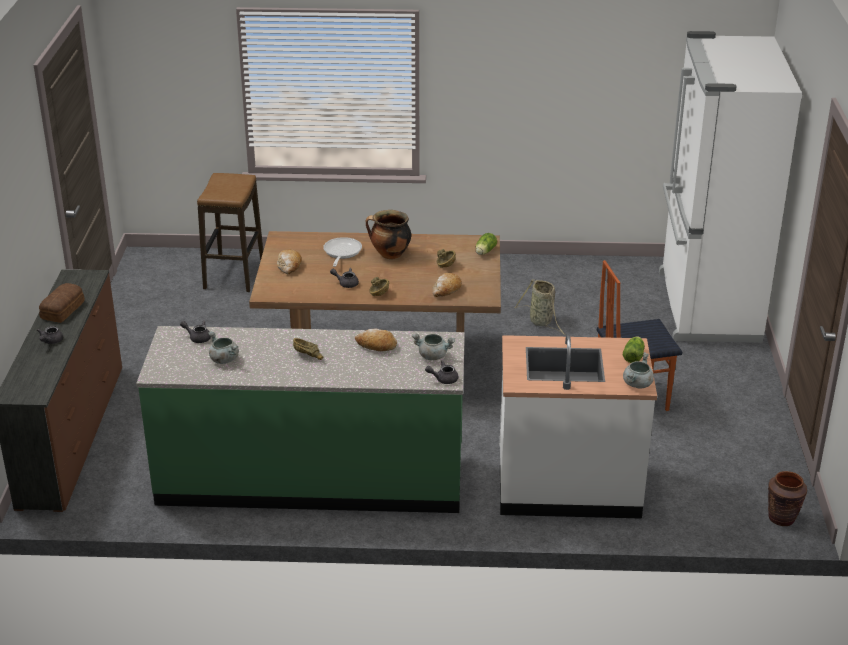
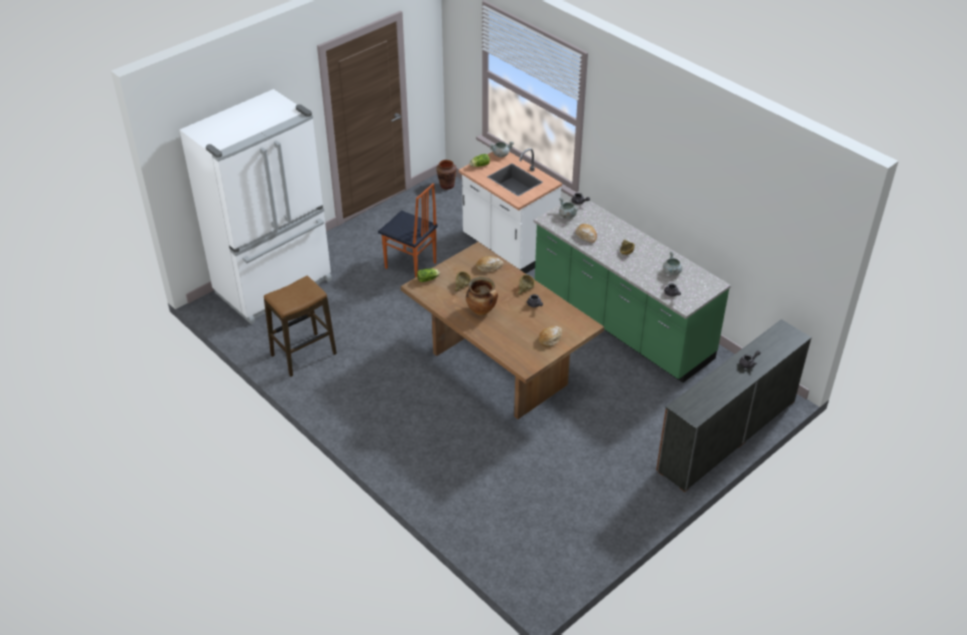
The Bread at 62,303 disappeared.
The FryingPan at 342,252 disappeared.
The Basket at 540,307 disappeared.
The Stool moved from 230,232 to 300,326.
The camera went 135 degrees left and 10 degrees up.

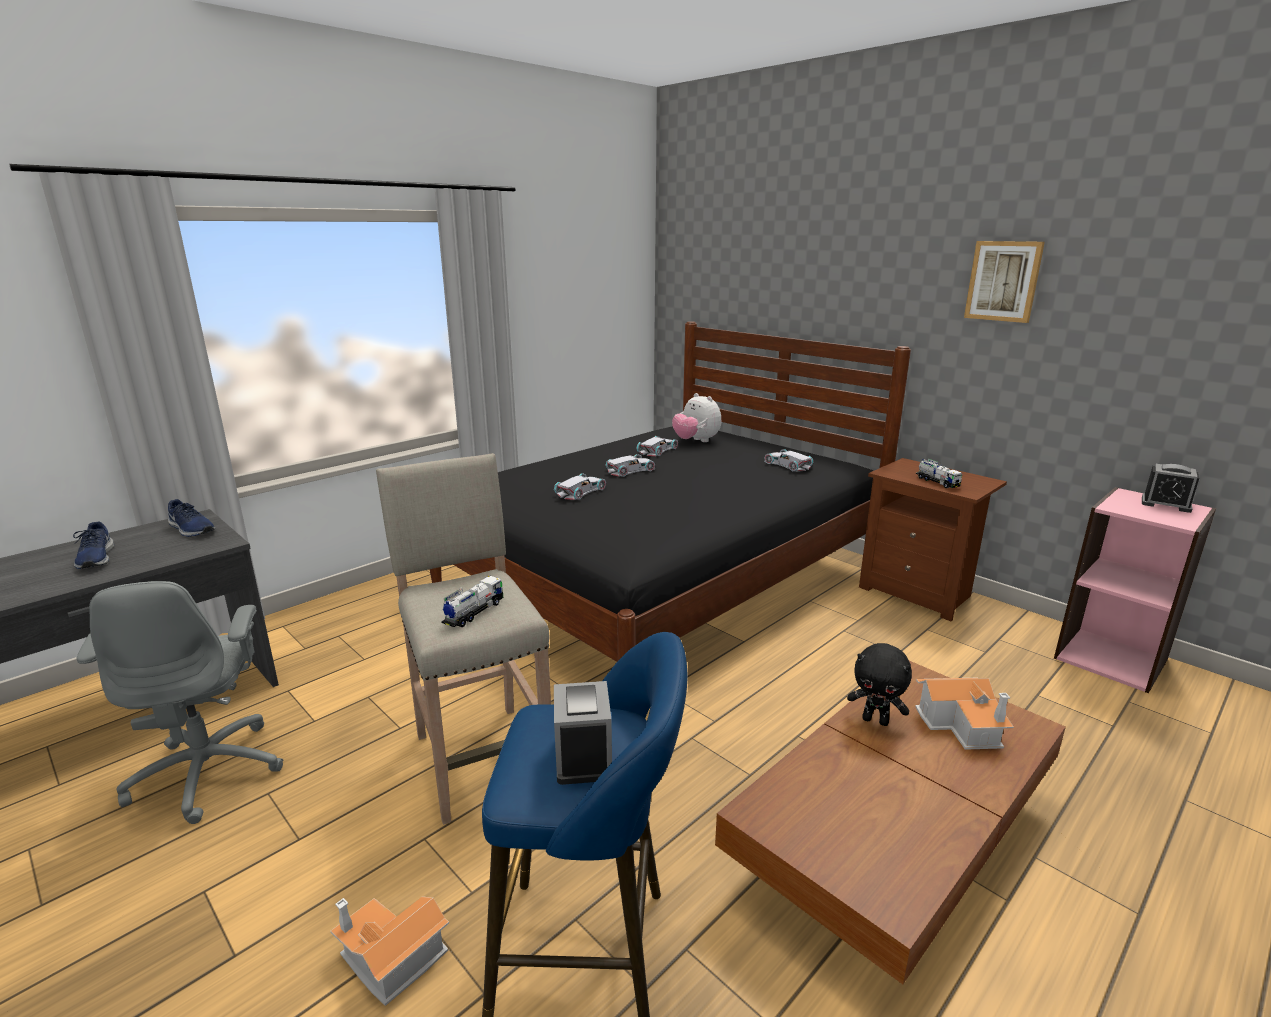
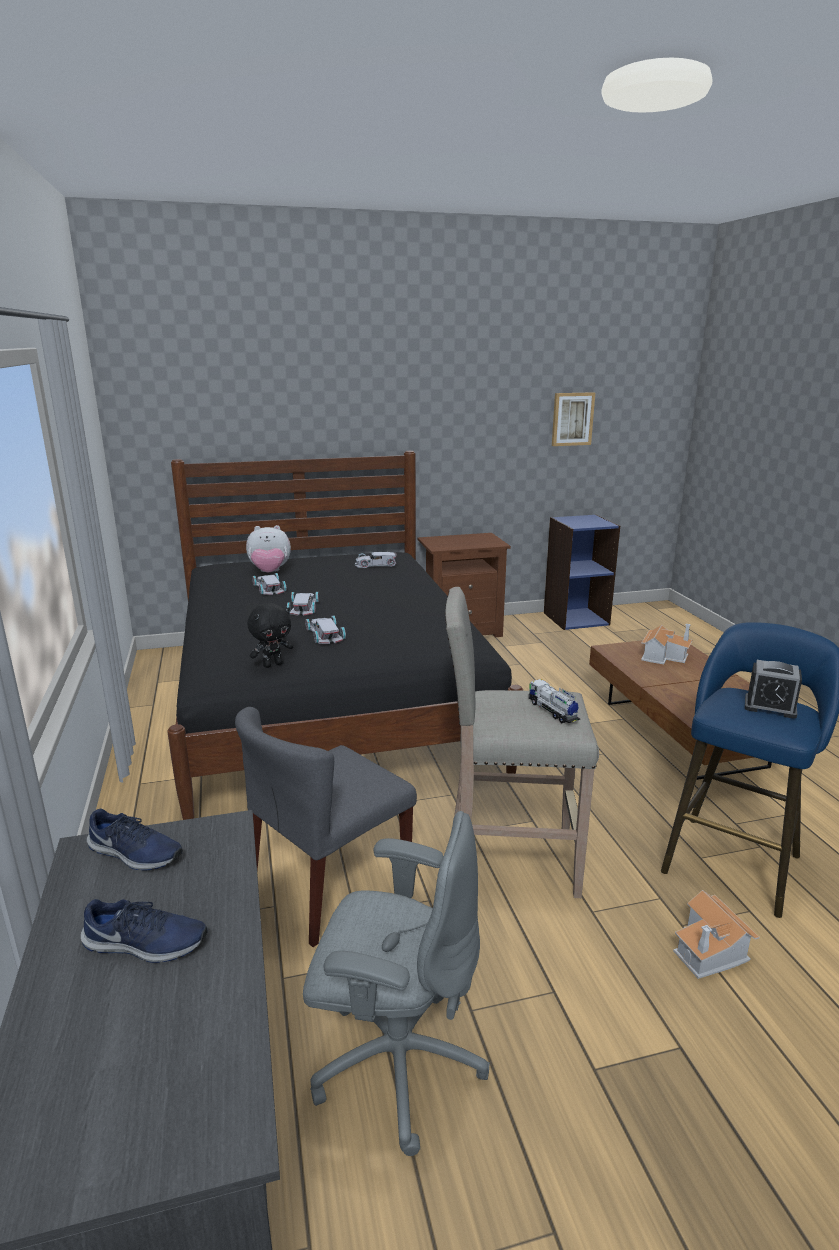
The ToyTruck at 939,473 disappeared.
The AlarmClock at 1170,488 disappeared.
The GreyChair at 326,827 appeared.
The BlackPlushToy moved from 879,684 to 270,635.
The Picture moved from 1004,282 to 573,419.
The PinkBookcase at 1135,590 became the BlueBookcase at 582,572.
The BlueShoe at 191,518 turned 45 degrees clockwise.
The camera went 60 degrees left and 0 degrees up.

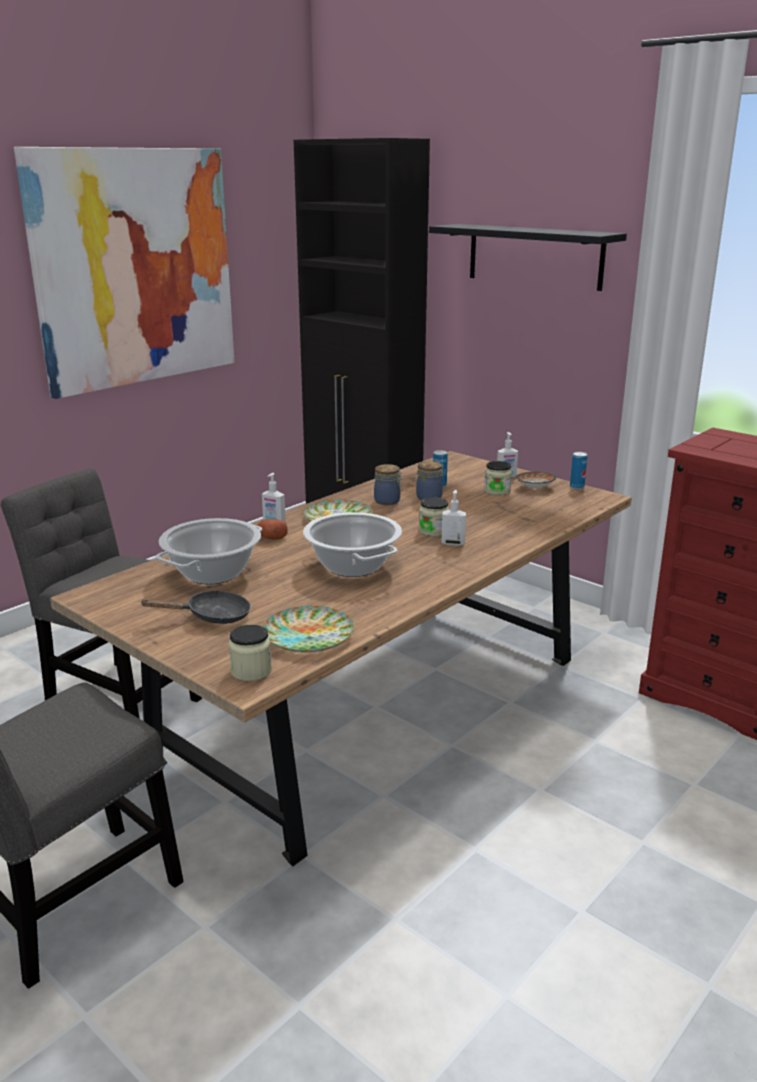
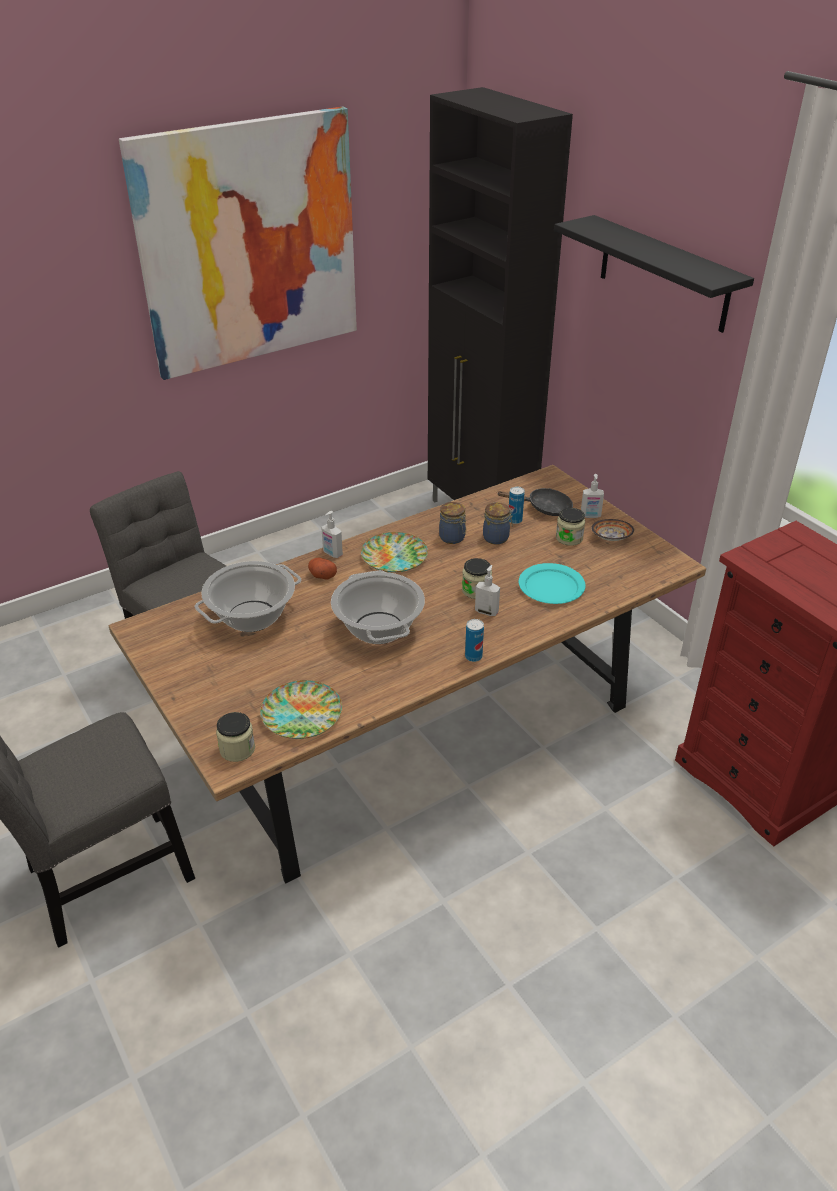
The TurquoisePlate at 552,583 appeared.
The BlackFryingPan moved from 195,607 to 534,502.
The Can moved from 578,470 to 474,640.
The camera went 15 degrees right and 15 degrees up.

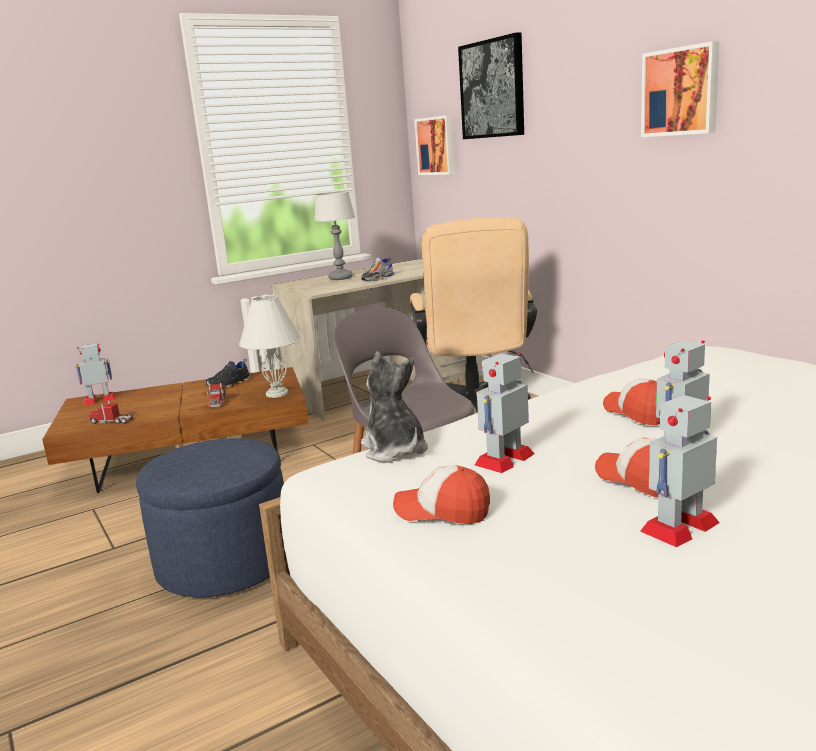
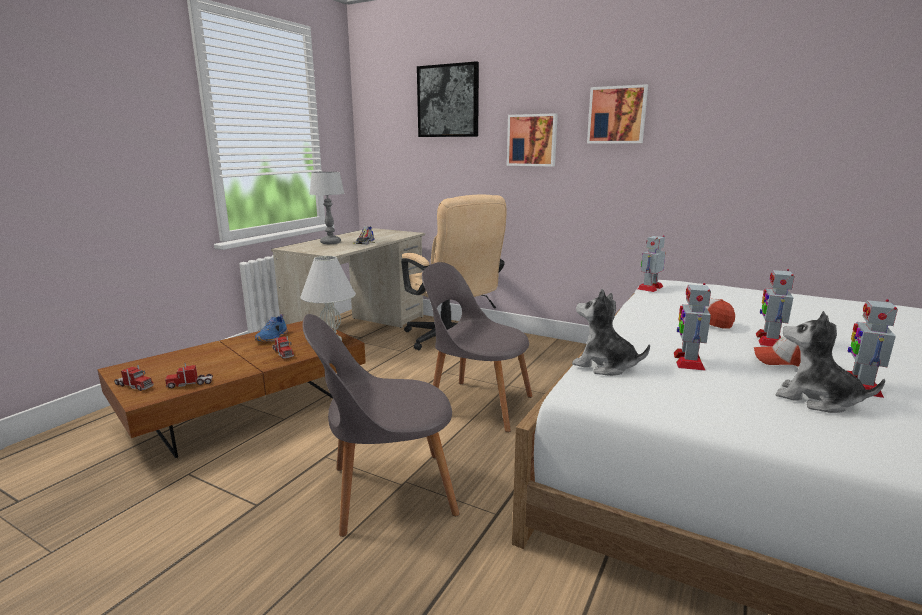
The Cap at 441,494 disappeared.
The ToyTruck at 134,378 appeared.
The PlushToy at 830,362 appeared.
The ToyRobot moved from 95,374 to 651,263.
The Picture moved from 434,145 to 532,140.
The BlueOttoman at 210,517 was replaced by the GreyChair at 381,425.
The BlackShoe at 228,373 became the BlueShoe at 271,328.
The camera went 30 degrees left and 0 degrees up.

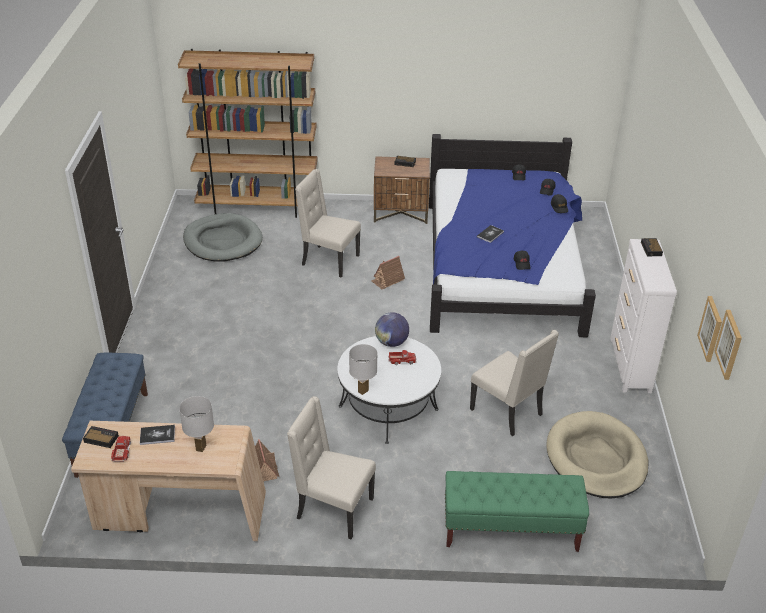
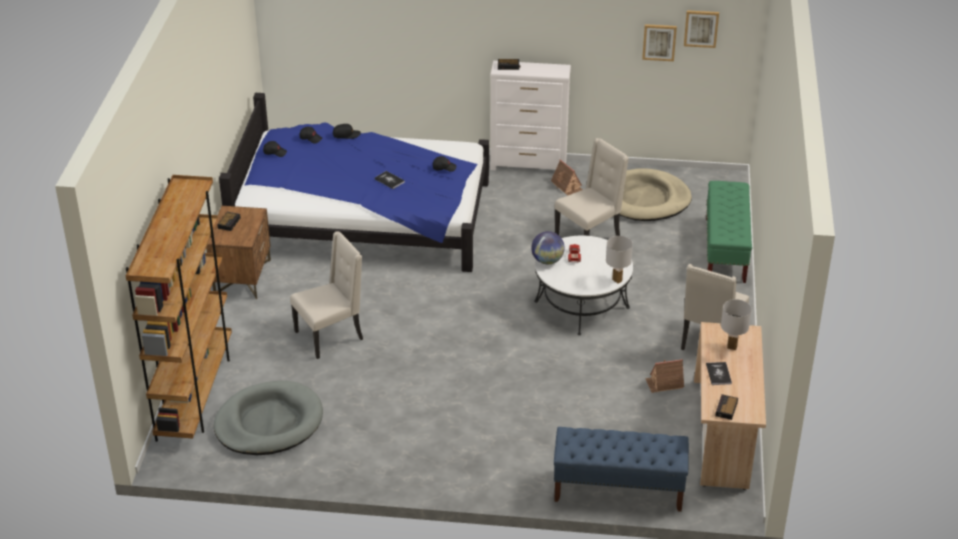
The ToyTruck at 121,449 disappeared.
The ToyHouse moved from 388,272 to 567,177.
The BeigeChair at 328,223 turned 150 degrees counterclockwise.
The camera went 85 degrees left and 0 degrees up.

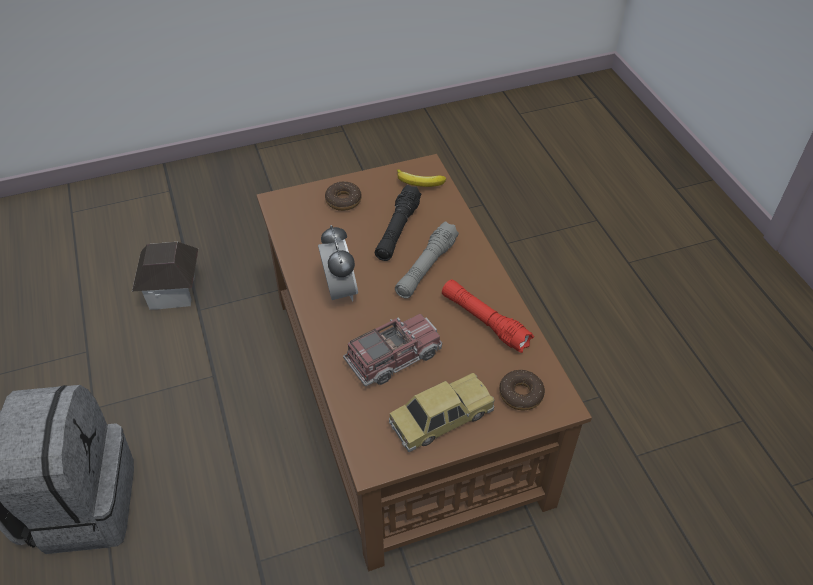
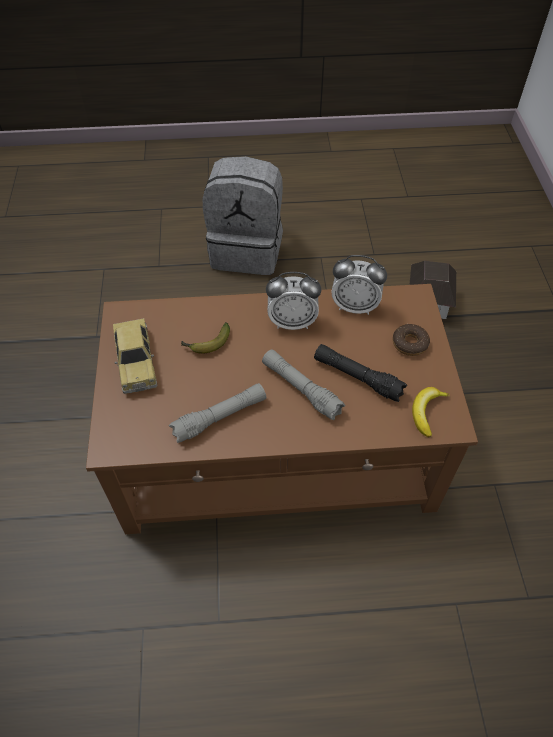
The Donut at 522,390 disappeared.
The AlarmClock at 359,285 appeared.
The ToyTruck at 392,350 was replaced by the Banana at 205,337.
The RedFlashlight at 488,316 became the GreyFlashlight at 217,413.
The camera went 105 degrees right and 5 degrees up.

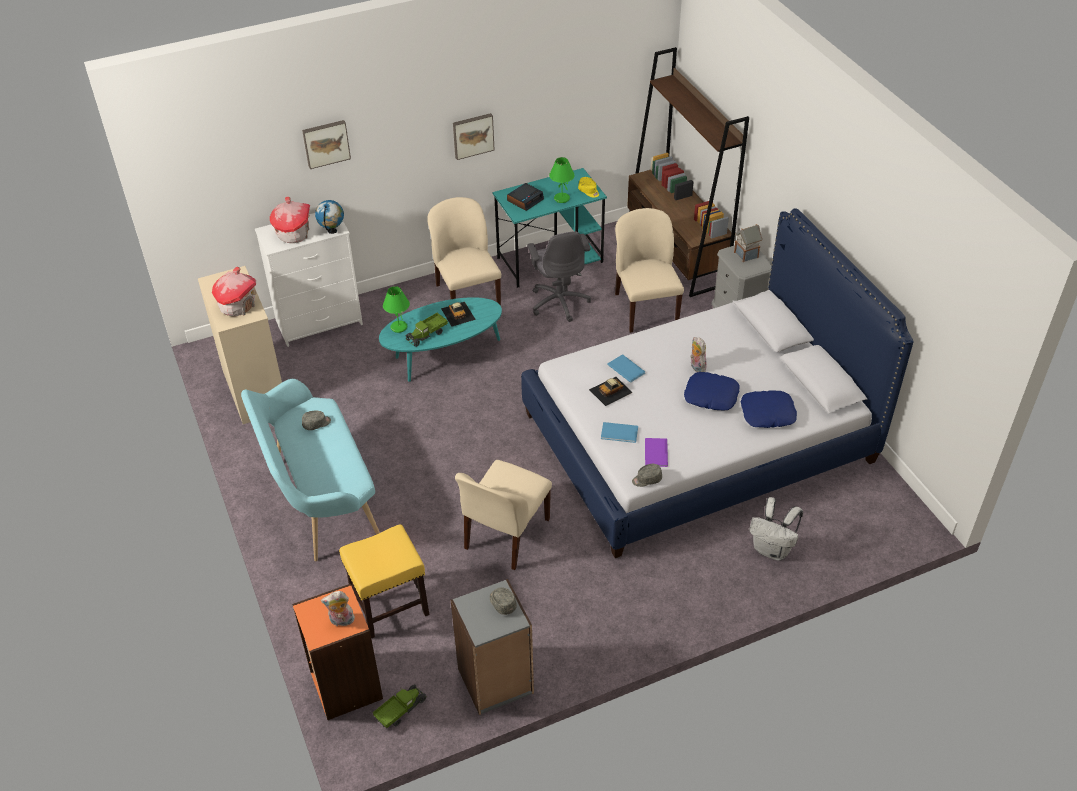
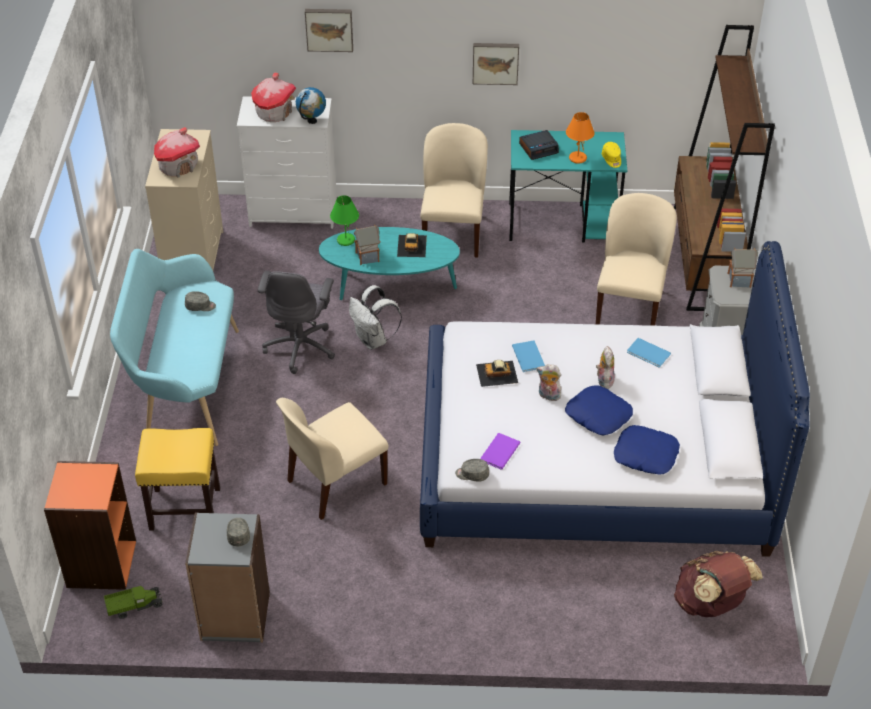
The BrownBackpack at 718,584 appeared.
The PlushToy moved from 338,608 to 549,382.
The GreyOfficeChair moved from 559,276 to 296,322.
The BlueBook moved from 619,432 to 649,352.
The WhiteBackpack moved from 776,529 to 375,317.
The ToyTruck at 427,330 was replaced by the ToyHouse at 367,245.
The GreenTableLamp at 562,180 became the OrangeTableLamp at 580,138.
The camera went 25 degrees right and 0 degrees up.

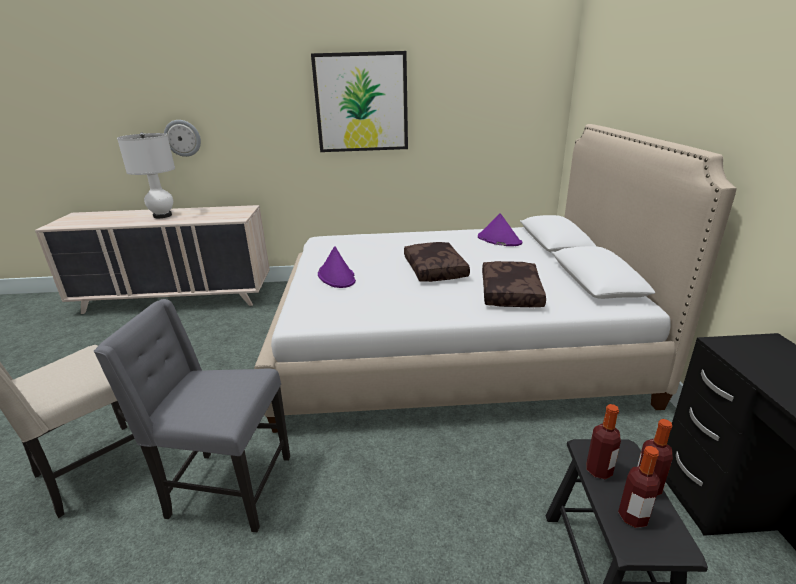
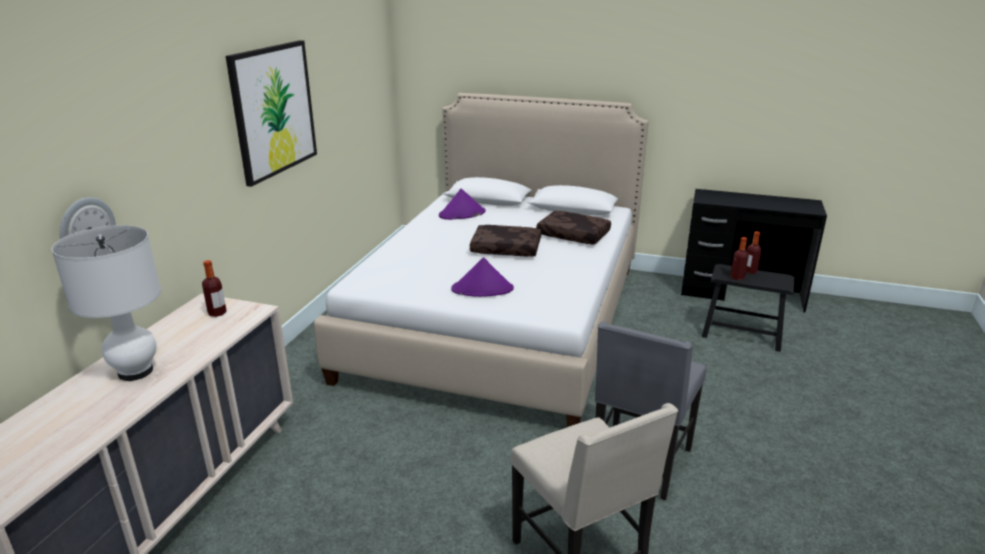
The Bottle moved from 639,487 to 214,288.
The camera went 70 degrees left and 0 degrees up.

